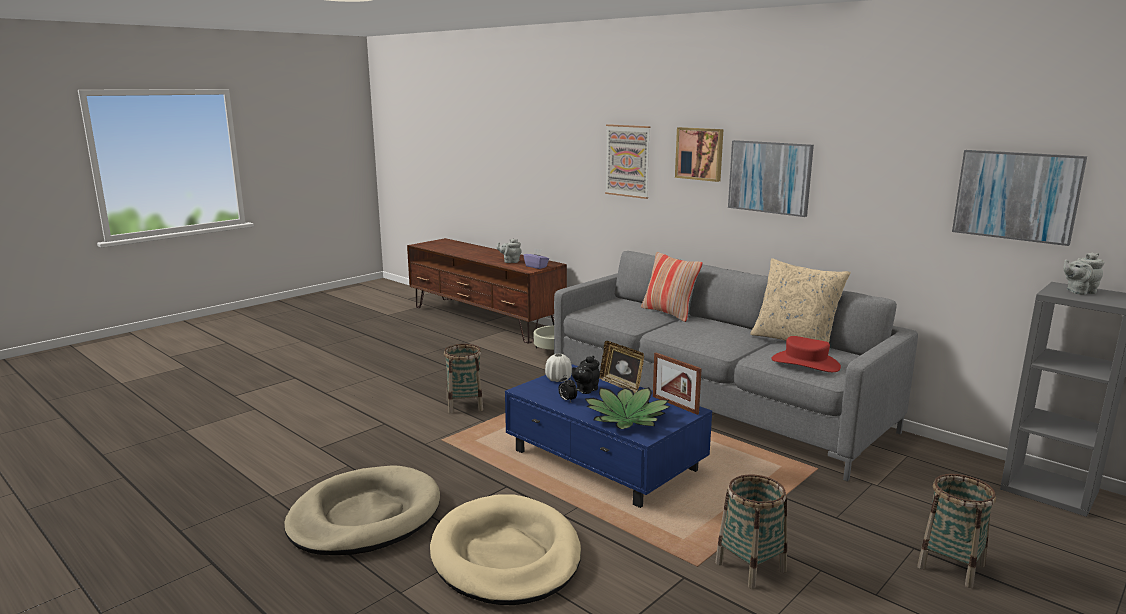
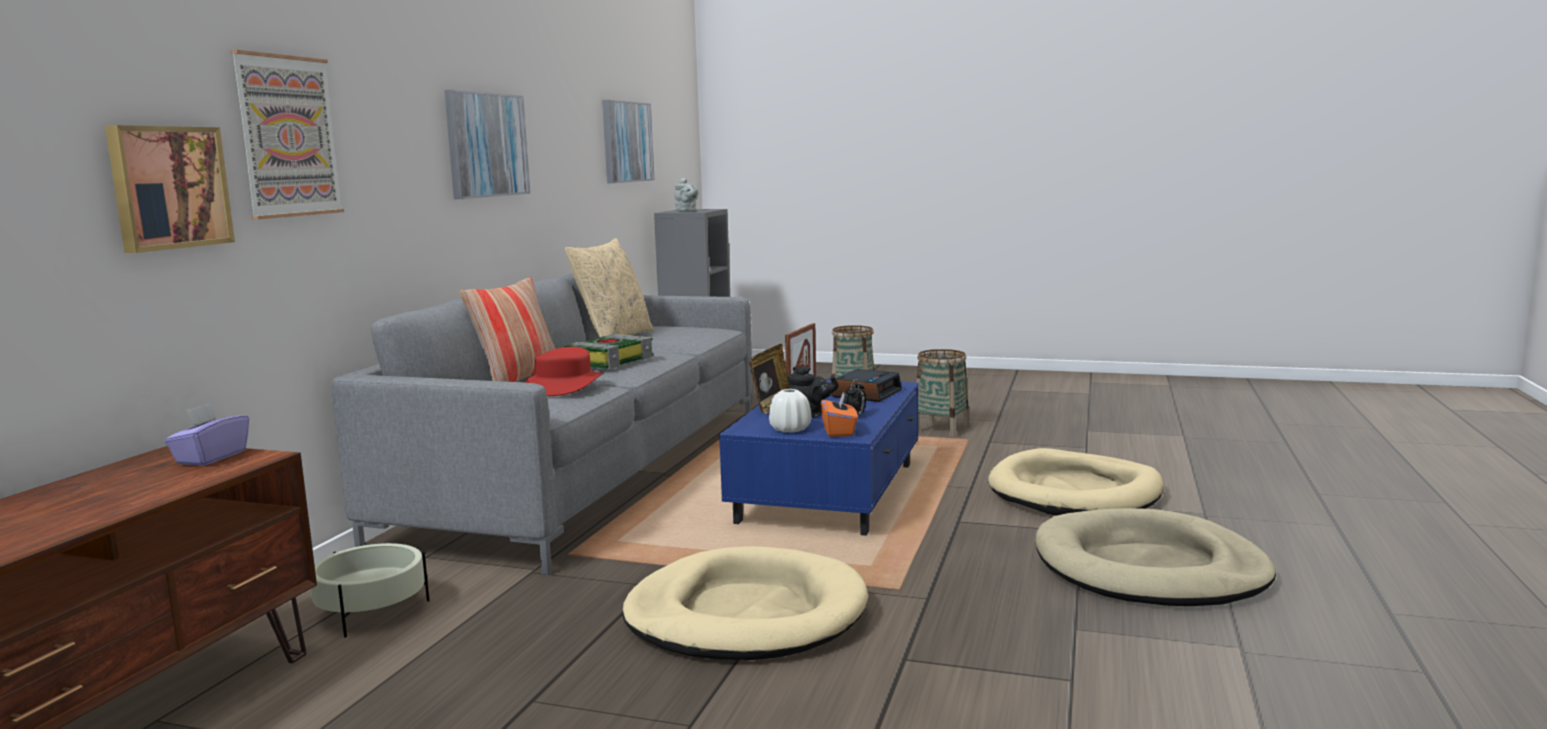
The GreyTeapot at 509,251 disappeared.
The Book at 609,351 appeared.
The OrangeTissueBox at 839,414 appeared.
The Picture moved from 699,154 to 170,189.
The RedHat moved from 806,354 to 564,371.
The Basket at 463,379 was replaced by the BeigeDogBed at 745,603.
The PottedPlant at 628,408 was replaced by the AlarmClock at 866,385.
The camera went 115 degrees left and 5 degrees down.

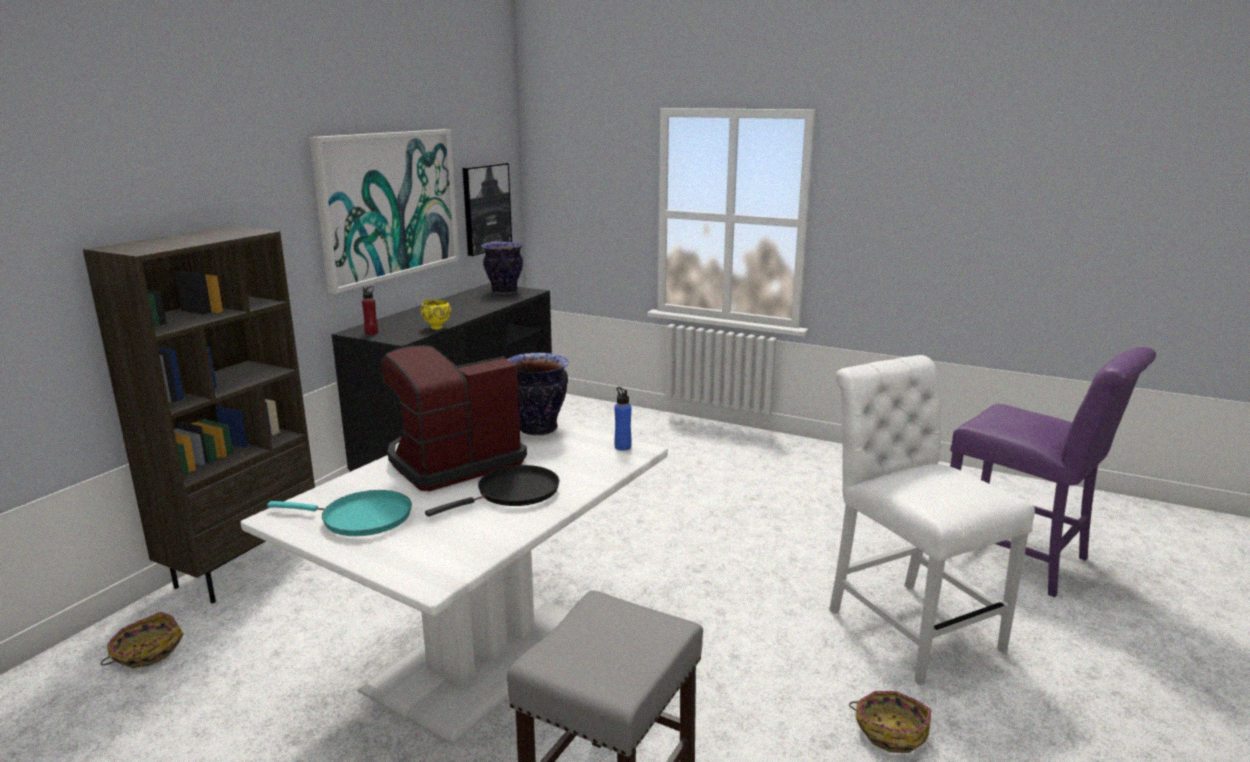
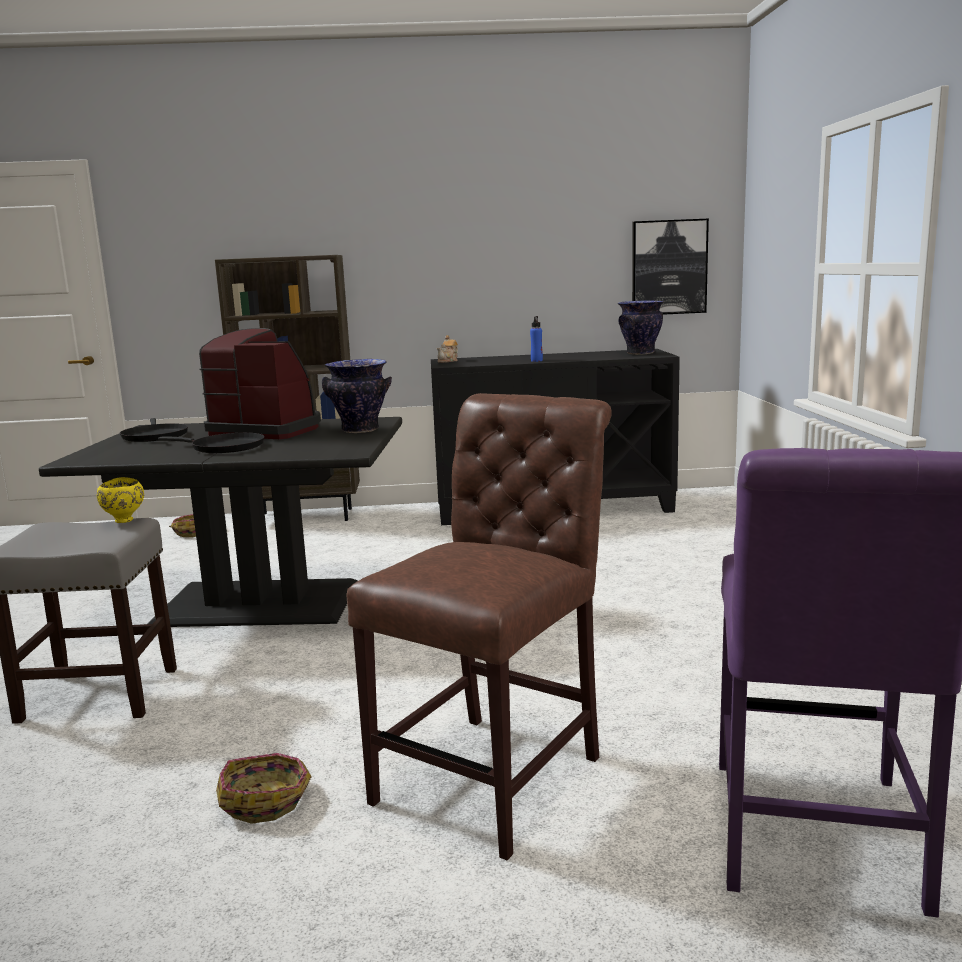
The Picture at 384,211 disappeared.
The YellowBowl moved from 436,315 to 120,500.
The BlueBottle moved from 623,418 to 536,339.
The RedBottle at 370,310 was replaced by the Teapot at 447,349.
The WhiteDiningTable at 454,582 became the BlackDiningTable at 220,522.
The TurquoiseFryingPan at 339,513 became the BlackFryingPan at 154,430.
The WhiteChair at 932,520 became the BrownChair at 479,626.
The camera went 60 degrees right and 5 degrees down.

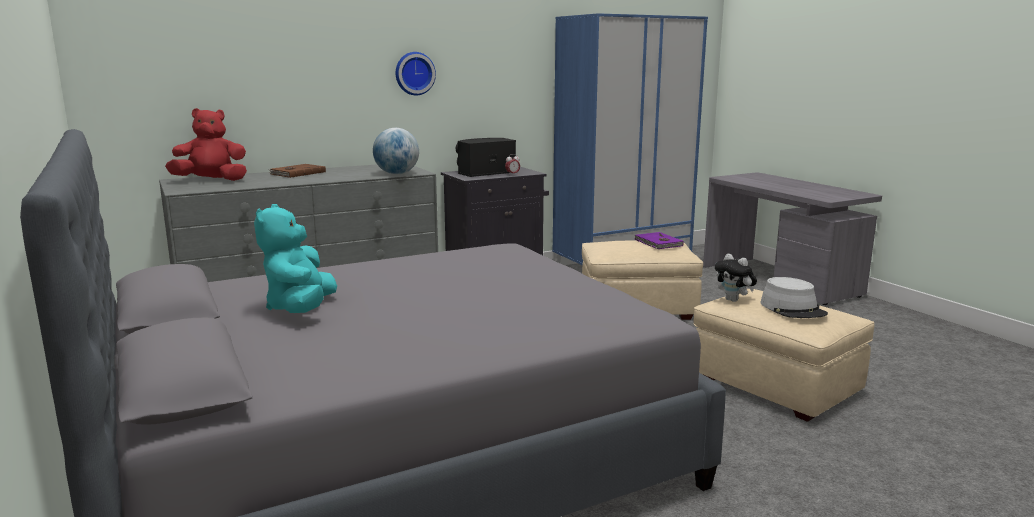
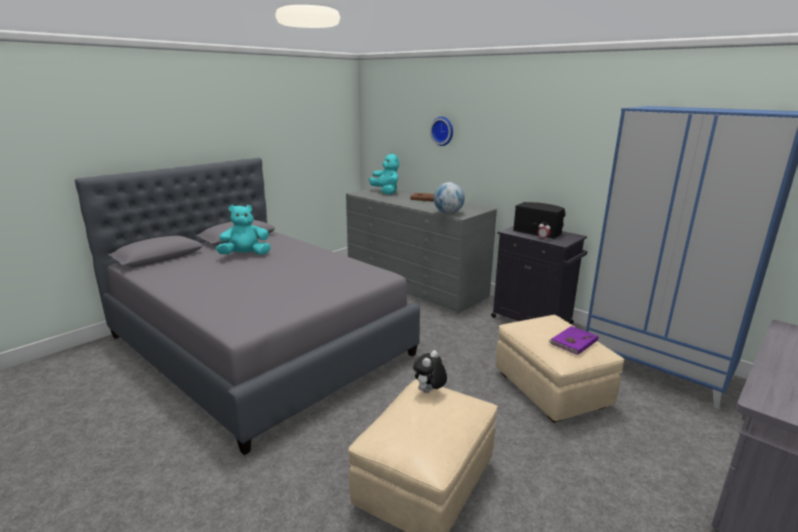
The GreyHat at 794,297 disappeared.
The WallClock moved from 416,73 to 441,131.
The RedPlushToy at 206,144 became the TurquoisePlushToy at 384,174.
The camera went 70 degrees right and 5 degrees up.

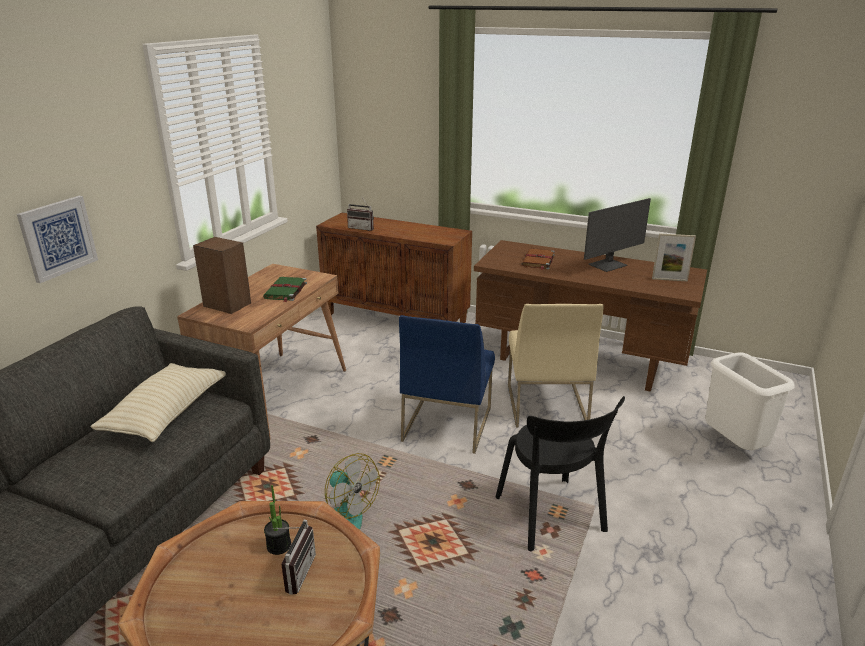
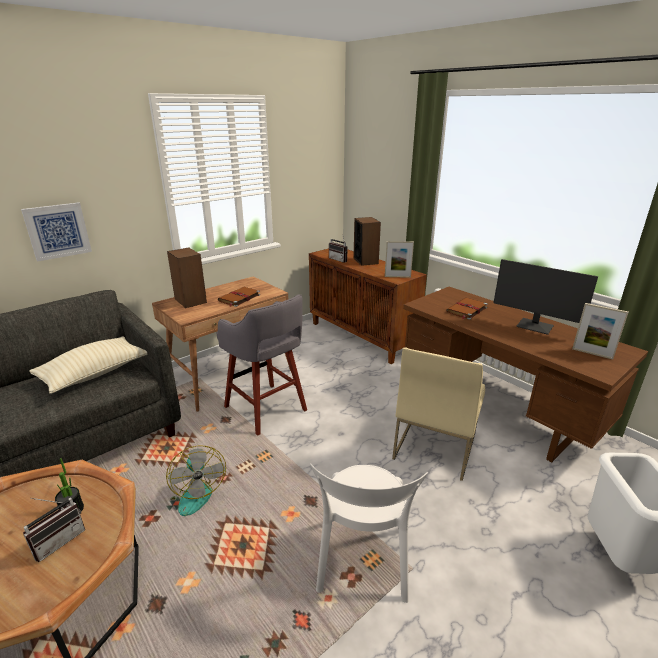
The BlueChair at 447,384 disappeared.
The GreyStool at 261,365 appeared.
The Speaker at 367,241 appeared.
The PictureFrame at 399,259 appeared.
The GreenBook at 285,289 became the BrownBook at 239,297.
The BlackChair at 560,473 became the WhiteChair at 369,533.
The Monitor at 617,235 turned 45 degrees clockwise.
The camera went 25 degrees right and 0 degrees up.

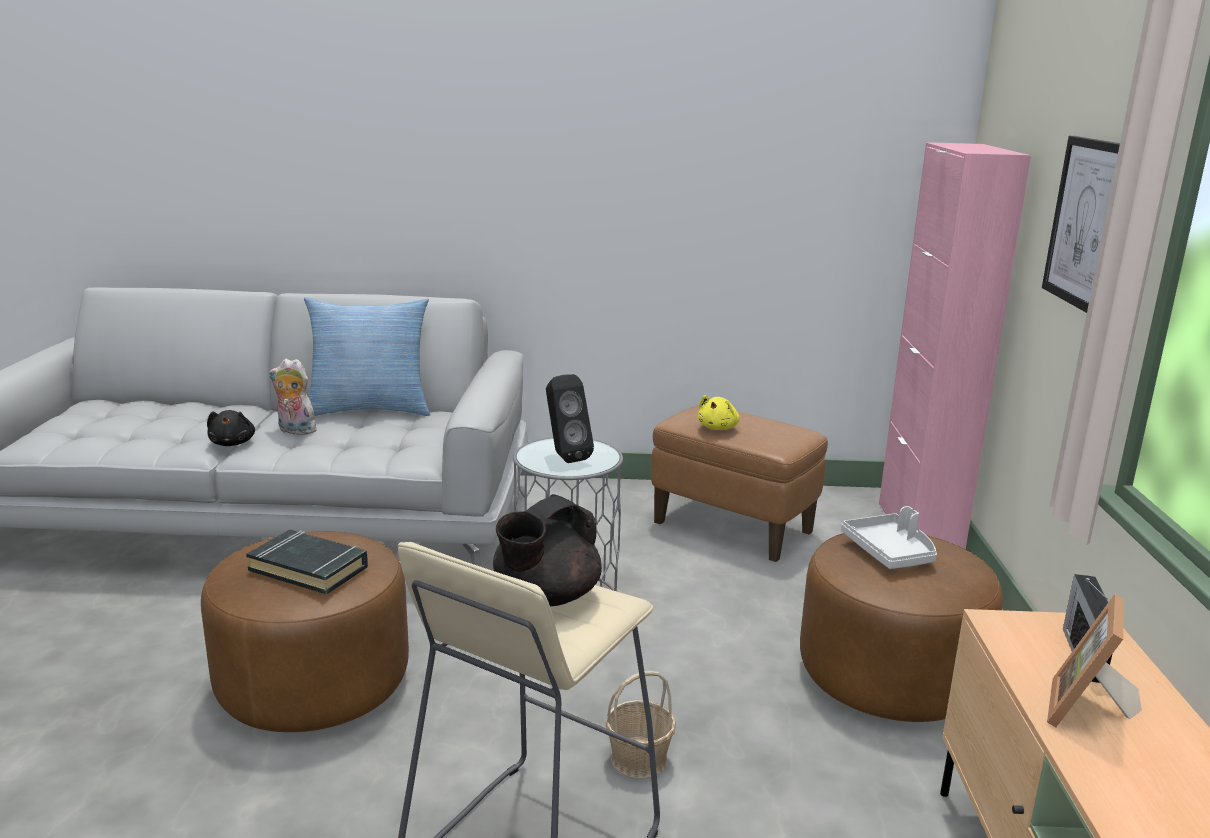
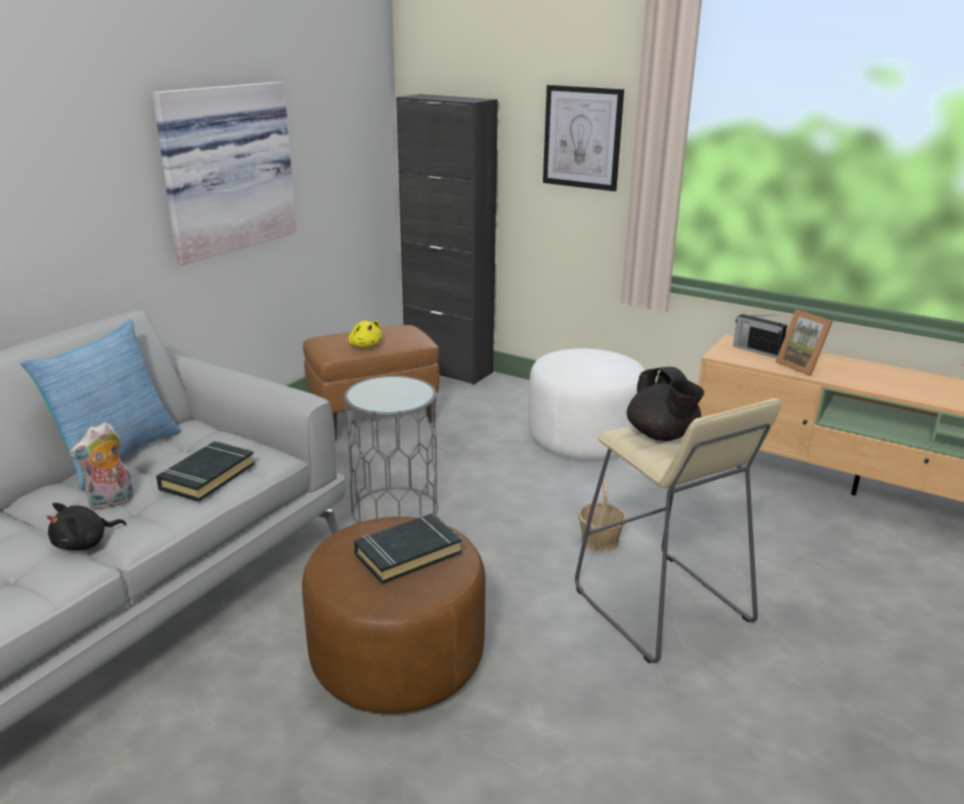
The BlackSpeaker at 570,418 disappeared.
The GreyTray at 889,537 disappeared.
The Picture at 224,173 appeared.
The BlackBook at 205,471 appeared.
The BrownOttoman at 901,627 became the WhiteOttoman at 586,404.
The PinkCabinet at 955,345 became the BlackCabinet at 447,239.
The BlackPlushToy at 231,428 turned 120 degrees clockwise.
The camera went 60 degrees left and 5 degrees up.

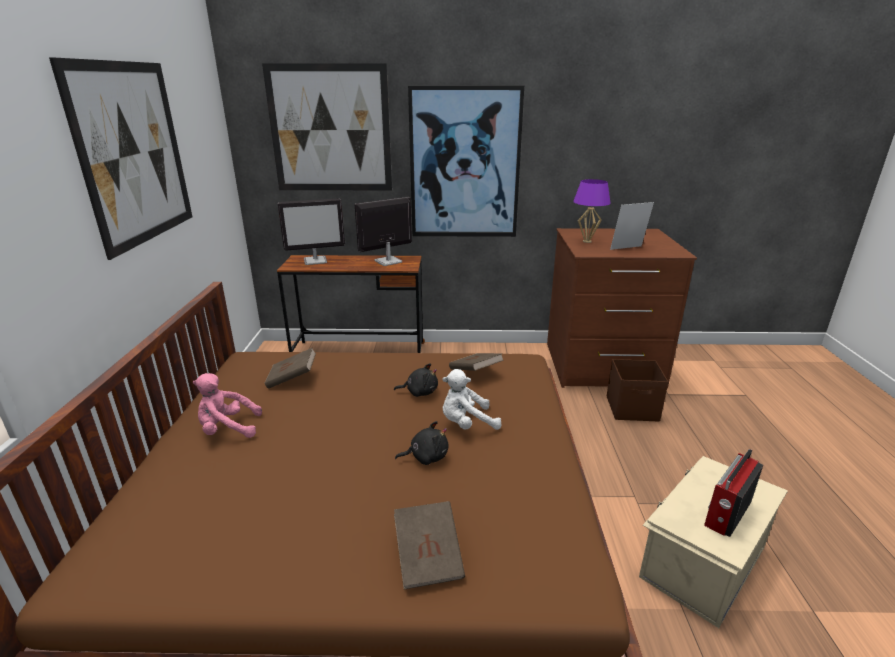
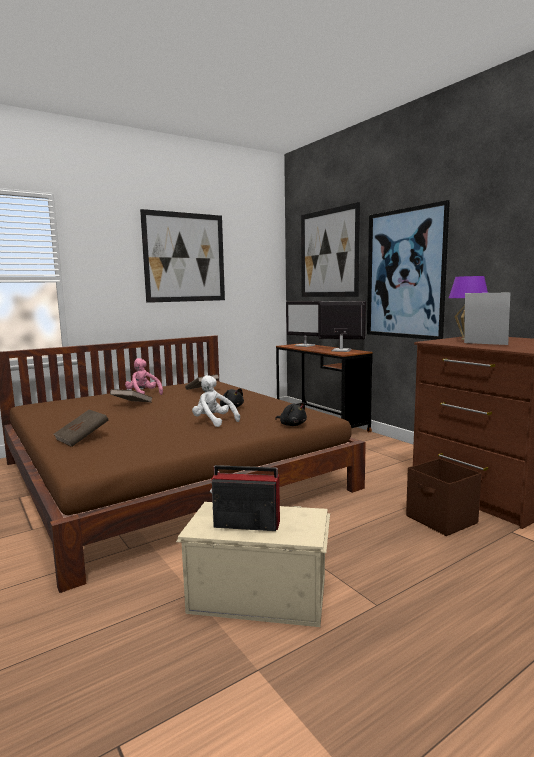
The BlackPlushToy moved from 421,443 to 291,414.
The BrownBook moved from 476,362 to 131,395.
The camera went 55 degrees right and 15 degrees down.

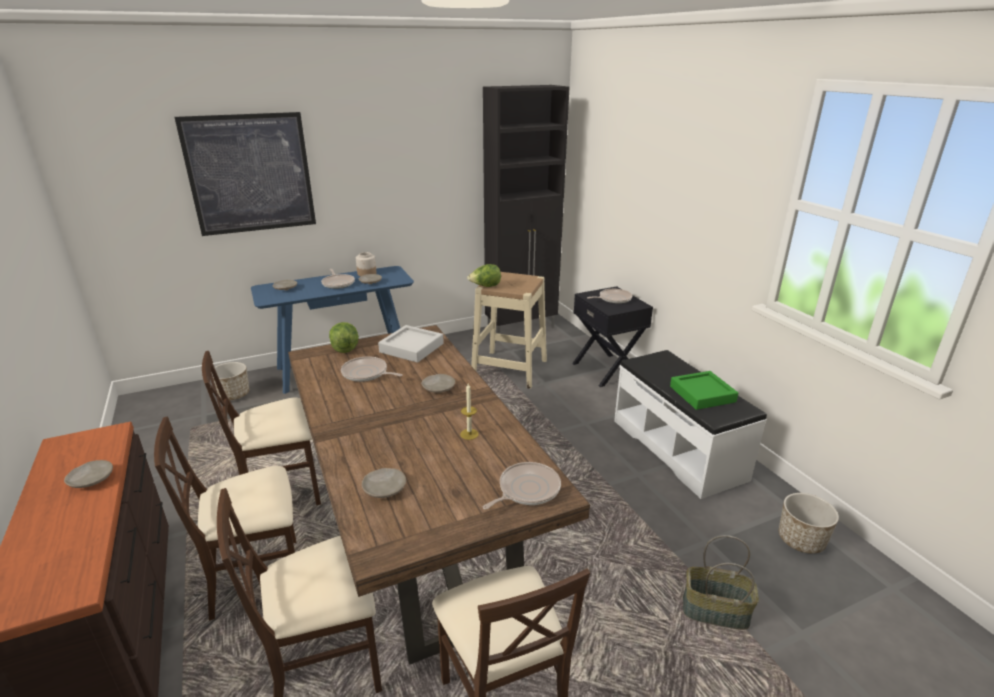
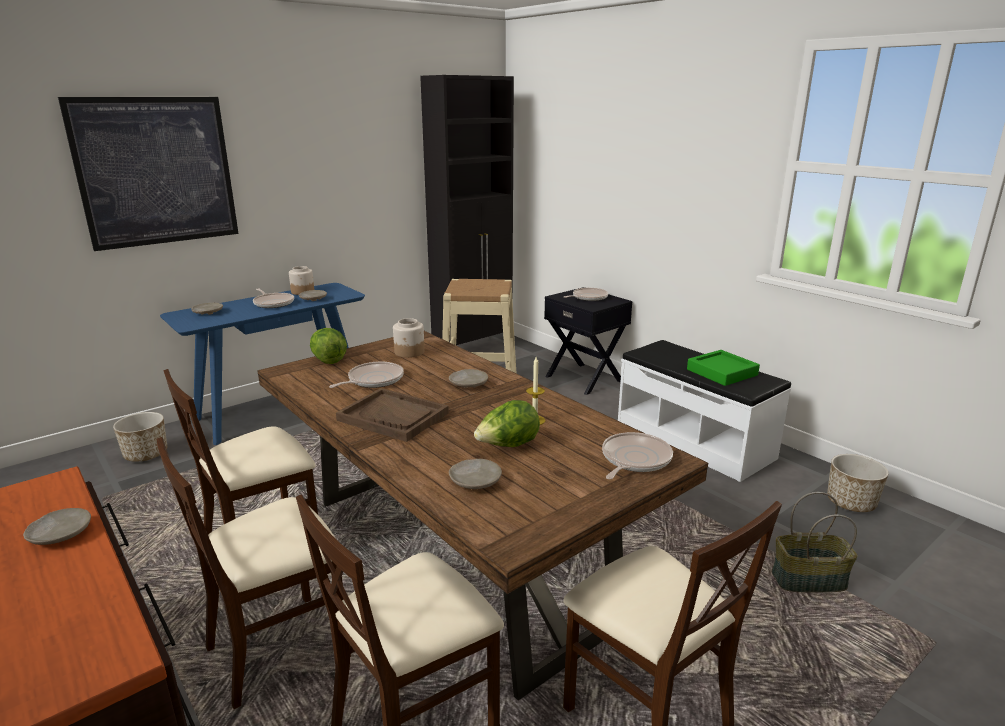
The BrownTray at 392,415 appeared.
The Lettuce moved from 484,275 to 507,423.
The GreyTray at 411,344 was replaced by the Jar at 409,338.
The FryingPan at 372,369 turned 120 degrees clockwise.
The camera went 15 degrees left and 5 degrees down.

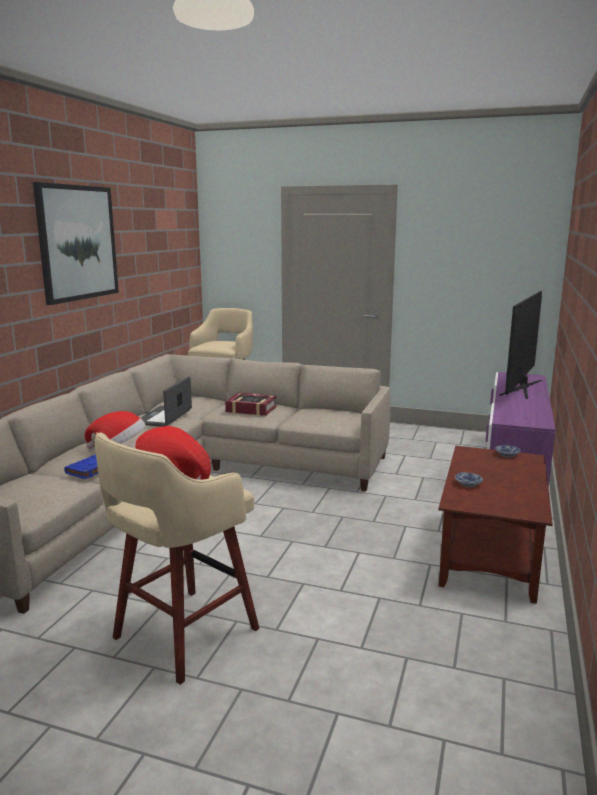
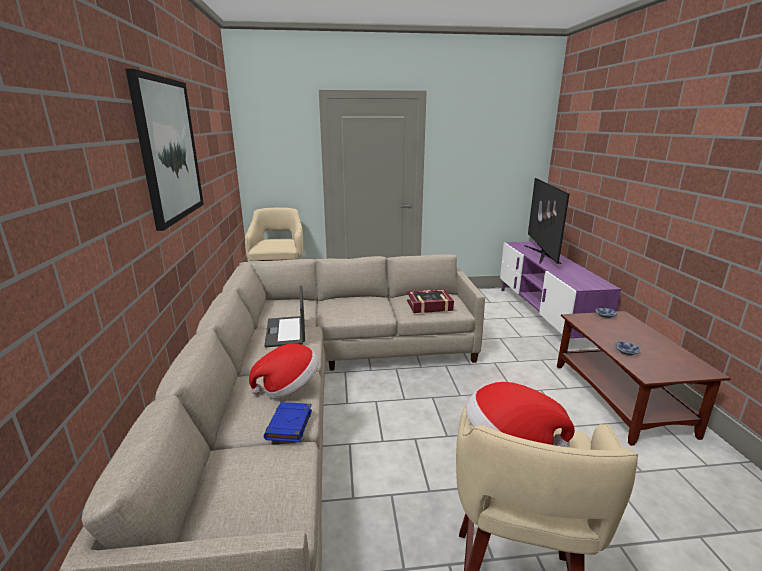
The Book moved from 251,404 to 430,301.
The camera went 25 degrees left and 5 degrees up.

